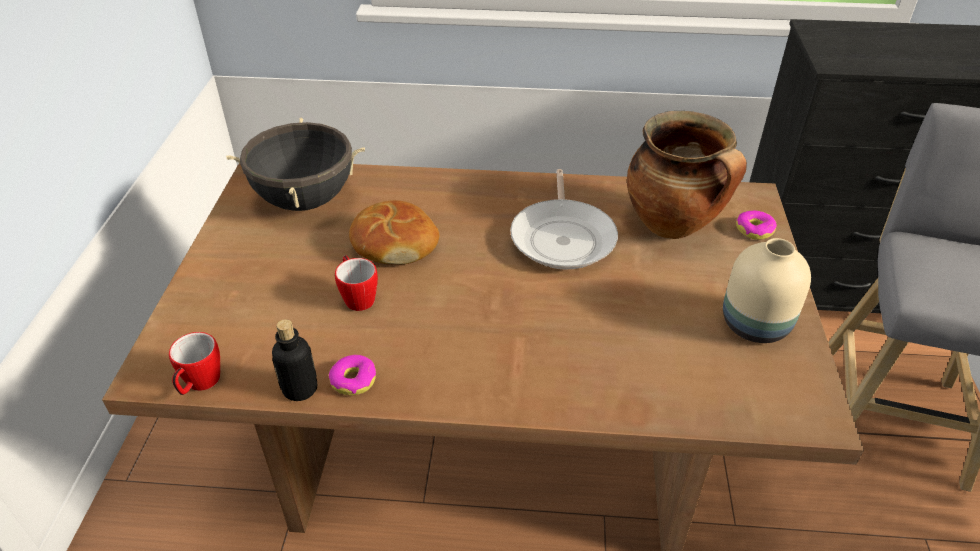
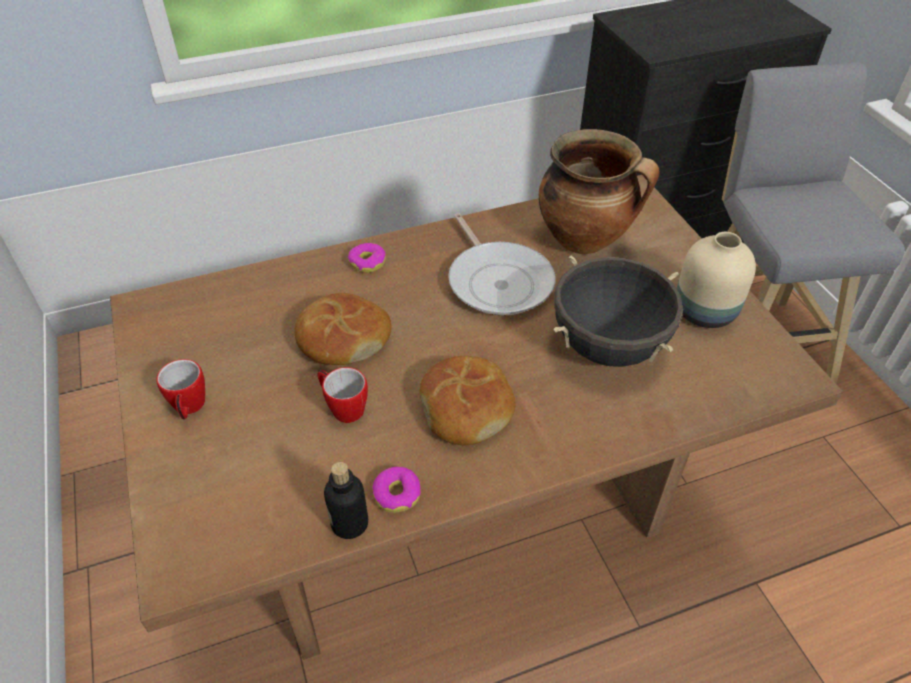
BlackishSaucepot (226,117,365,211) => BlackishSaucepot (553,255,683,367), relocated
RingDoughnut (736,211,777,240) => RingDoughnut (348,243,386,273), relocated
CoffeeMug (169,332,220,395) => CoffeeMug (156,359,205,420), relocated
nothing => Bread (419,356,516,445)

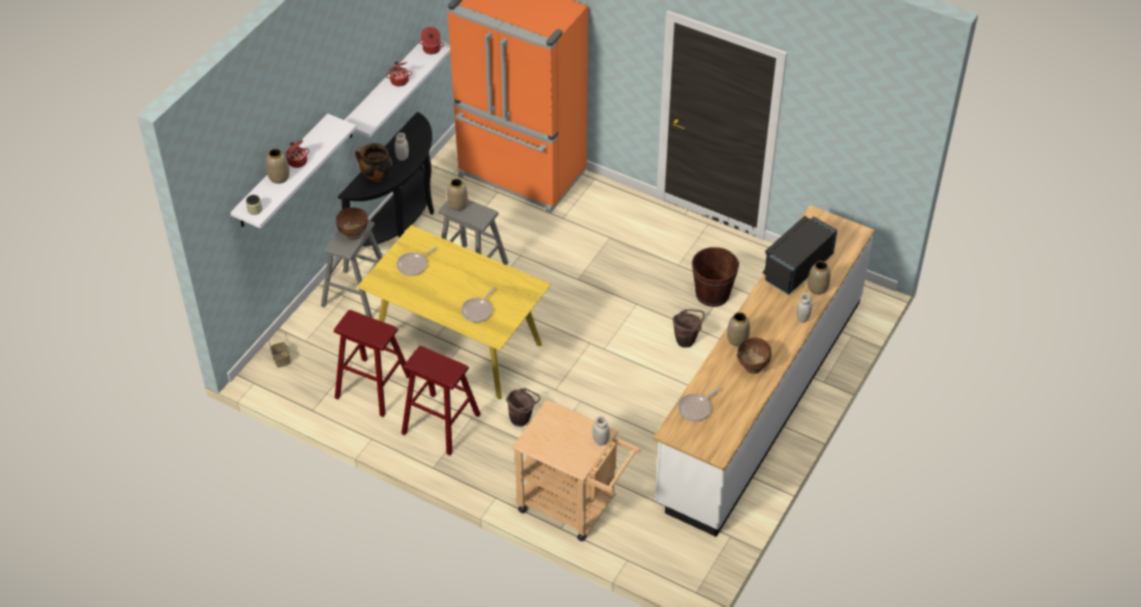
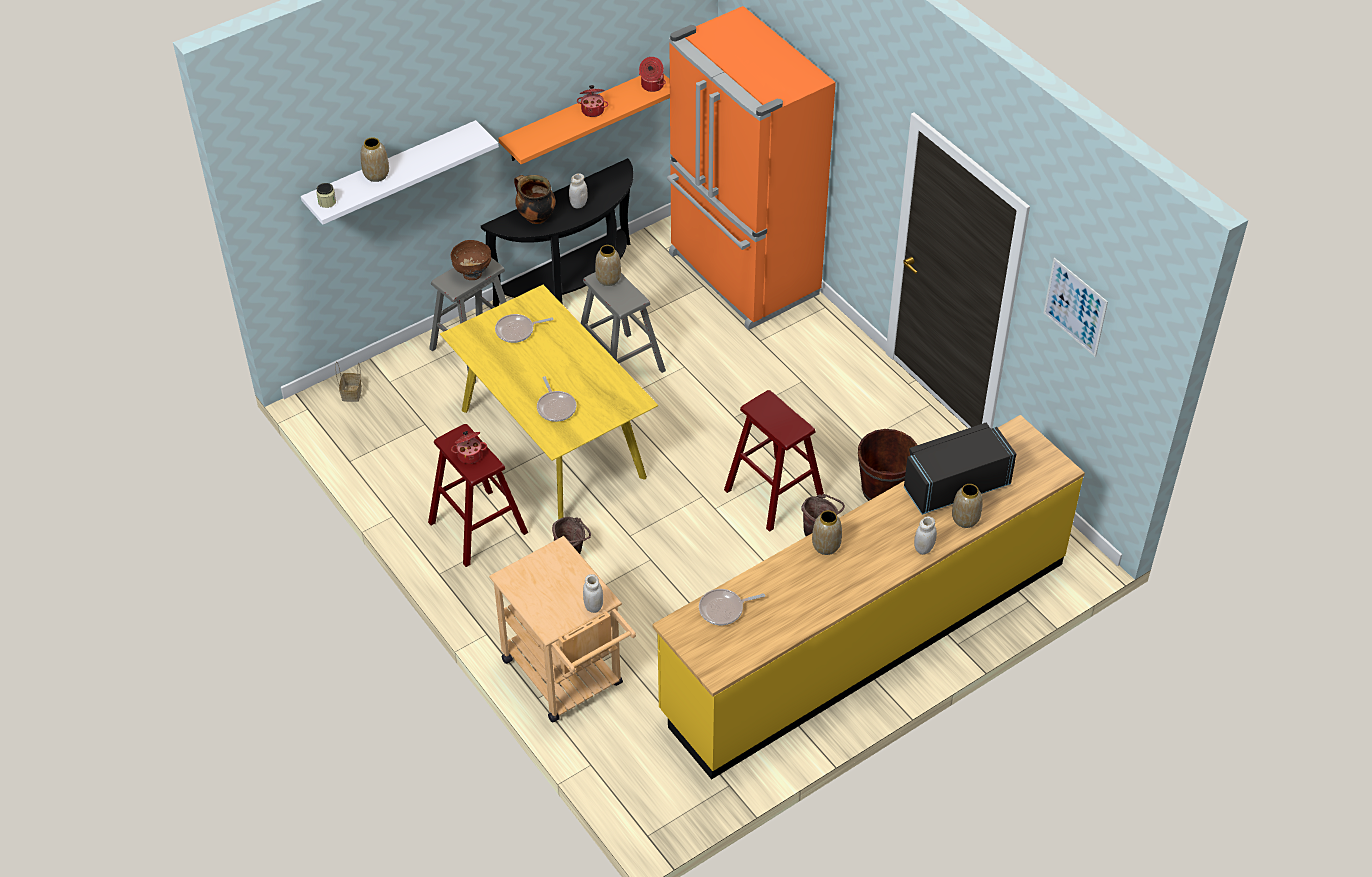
WhiteColouredBracketShelf (345,40,450,138) => OrangeBracketShelf (498,74,670,164)
Saucepot (286,140,310,168) => Saucepot (451,431,487,464), relocated
WhiteColouredCounter (654,205,875,537) => YellowishCounter (652,415,1085,780)
Skillet (461,287,495,322) => Skillet (537,376,576,422), 75 degrees counterclockwise
ReddishStool (334,310,410,417) => ReddishStool (724,390,824,532), relocated
BrownishDeepDish (737,337,771,374) => nothing
nothing => WallArt (1044,258,1108,357)

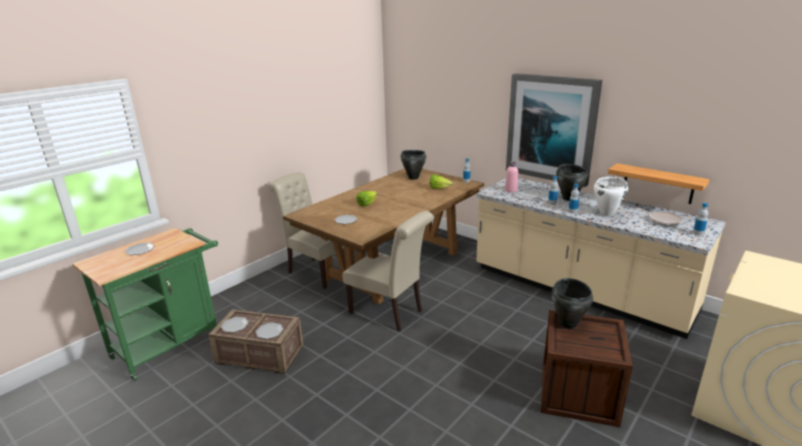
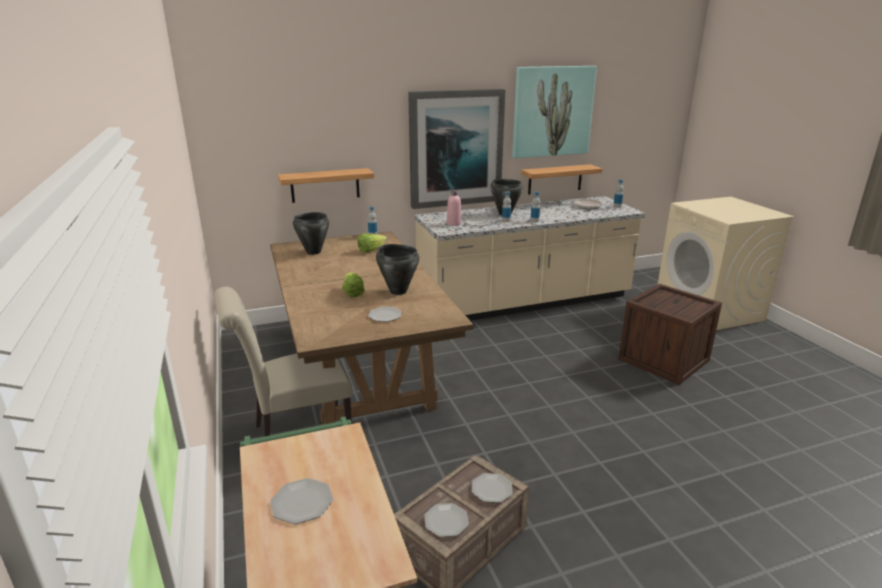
WhiteColouredSaucepot (594,176,628,216) => nothing
BeigeColouredChair (343,211,433,331) => nothing
BlackishSaucepot (551,278,593,329) => BlackishSaucepot (376,244,419,295), relocated
nothing => WallArt (512,66,597,158)
nothing => BracketShelf (278,168,374,203)

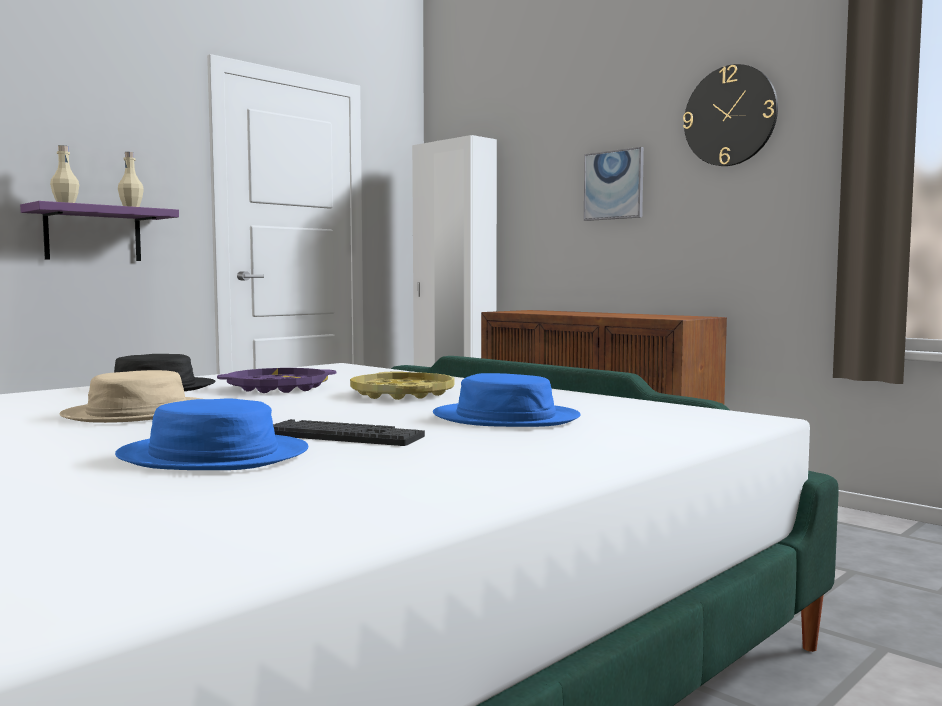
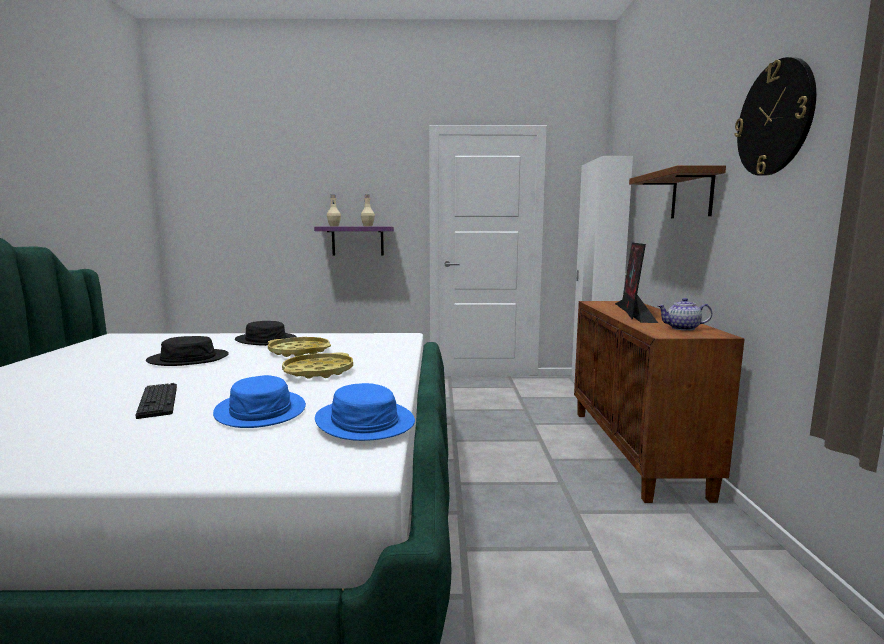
WallArt (584,147,644,221) => BrownishBracketShelf (629,165,726,218)
PurplishCarryingTray (217,368,336,393) => YellowishCarryingTray (268,337,331,357)
BeigeColouredWearableHat (59,370,202,423) => BlackishWearableHat (146,336,229,366)
BluishWearableHat (115,399,308,470) => BluishWearableHat (315,383,415,441), relocated
nothing => Monitor (615,243,658,323)
nothing => PotForTea (657,298,712,331)

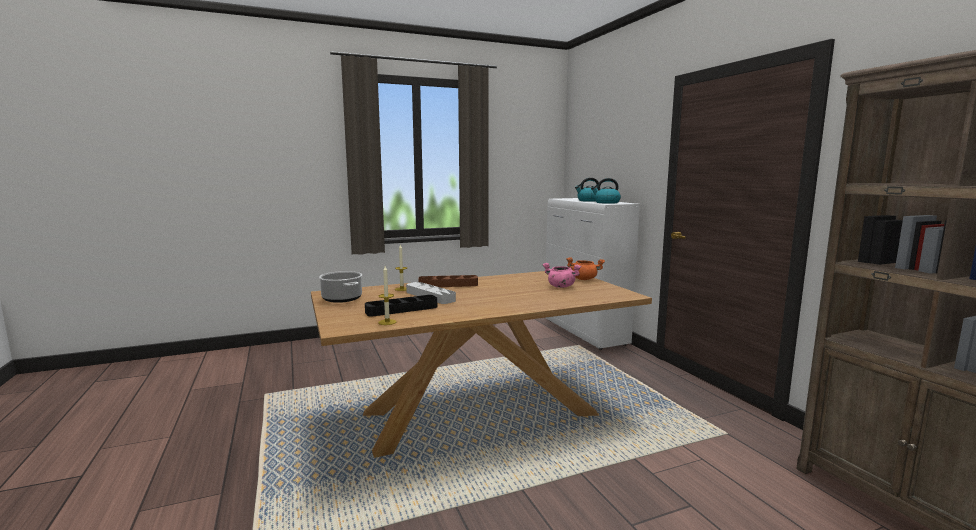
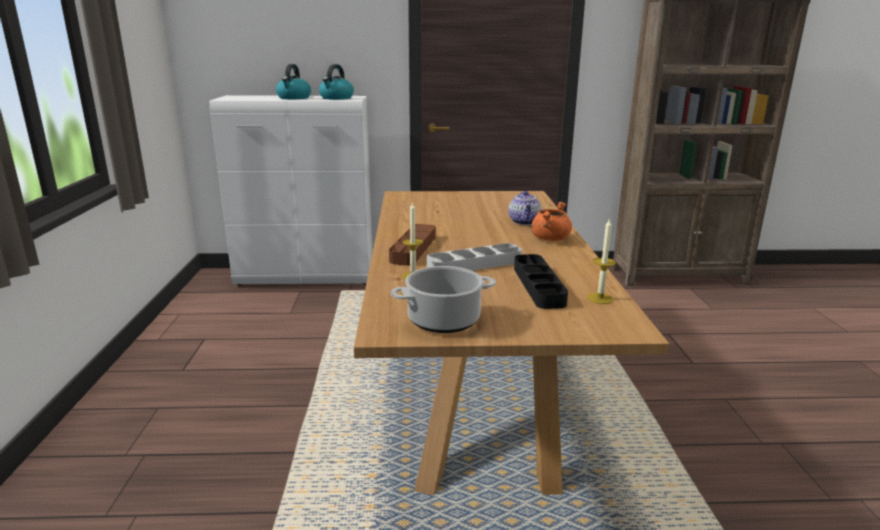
OrangeSaucepot (566,257,605,280) => OrangeSaucepot (531,202,572,241), relocated
PinkColouredSaucepot (542,263,581,288) => nothing
nothing => PotForTea (508,191,542,225)

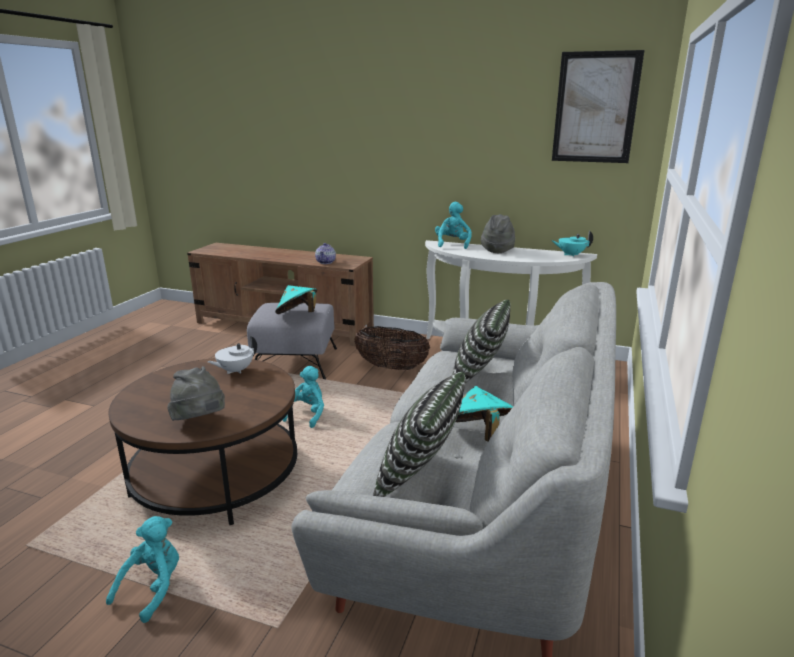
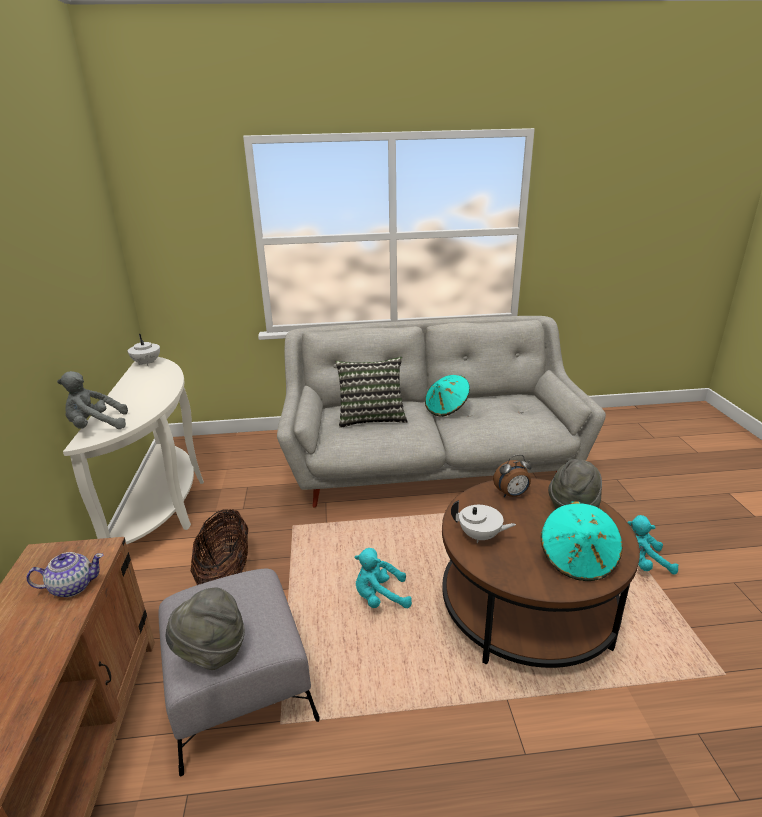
WallArt (552,50,644,163) => nothing
TurquoiseCuddlyToy (435,202,472,249) => GreyCuddlyToy (57,371,128,429)
GreyWearableHat (481,214,515,253) => GreyWearableHat (166,587,245,670), relocated
TurquoisePotForTea (552,231,593,257) => WhiteColouredPotForTea (128,334,160,366)
TurquoiseWearableHat (275,285,317,314) => TurquoiseWearableHat (541,501,622,581), relocated
ThrowPillow (373,372,465,497) => nothing
nothing => TableClock (493,455,531,497)

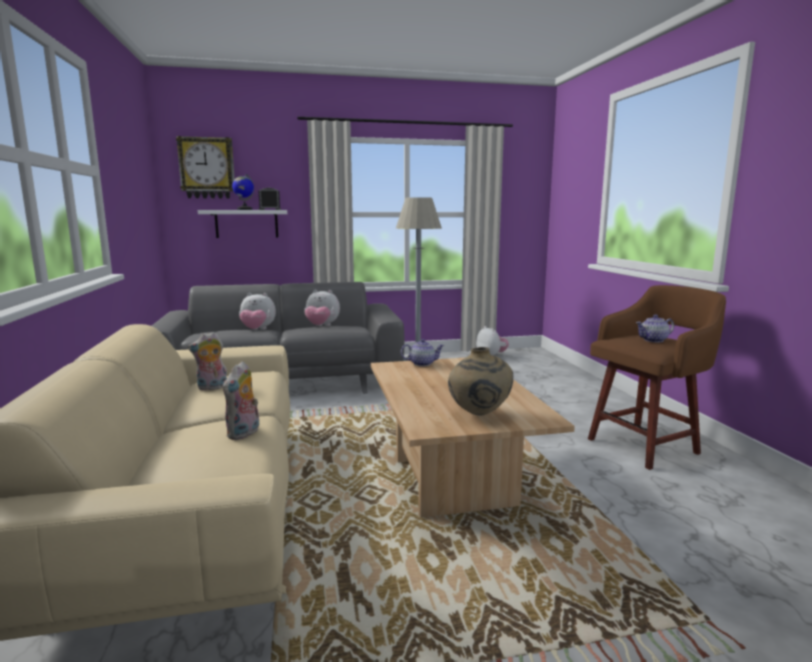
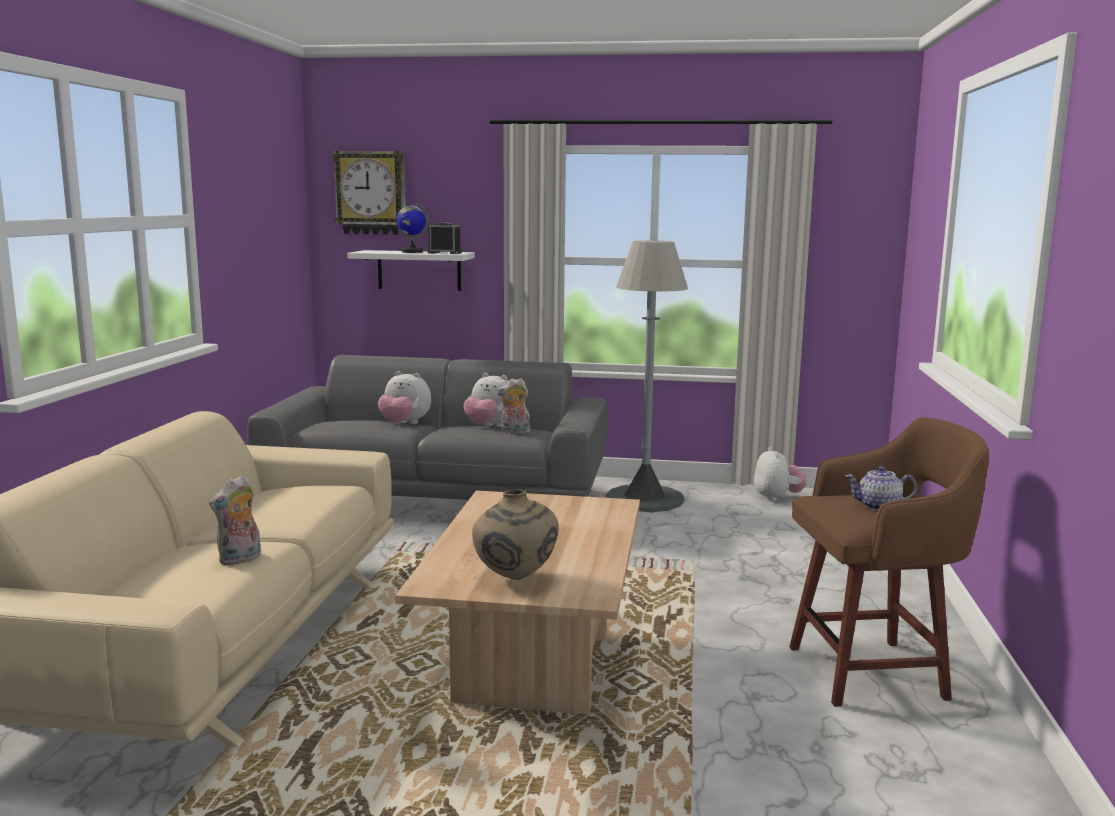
CuddlyToy (188,332,227,390) => CuddlyToy (497,378,530,434), relocated
PotForTea (401,339,444,366) => nothing

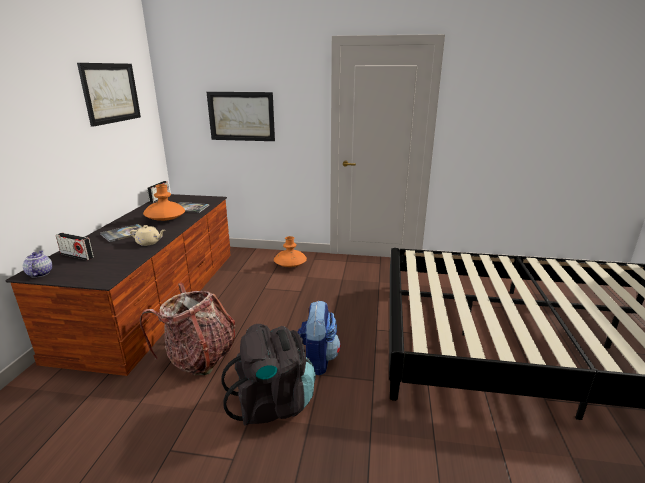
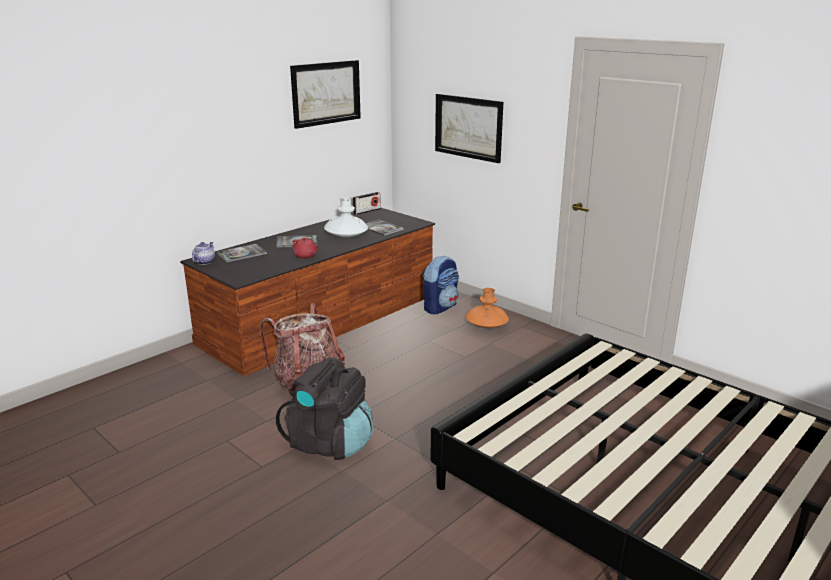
OrangeFlowerVase (143,184,185,221) => WhiteColouredFlowerVase (324,197,368,237)
BeigeColouredPotForTea (130,225,165,246) => ReddishPotForTea (292,237,319,259)
RadioSet (56,233,94,260) => Book (217,244,267,263)
Backpack (298,301,340,375) => Backpack (422,256,459,314), relocated

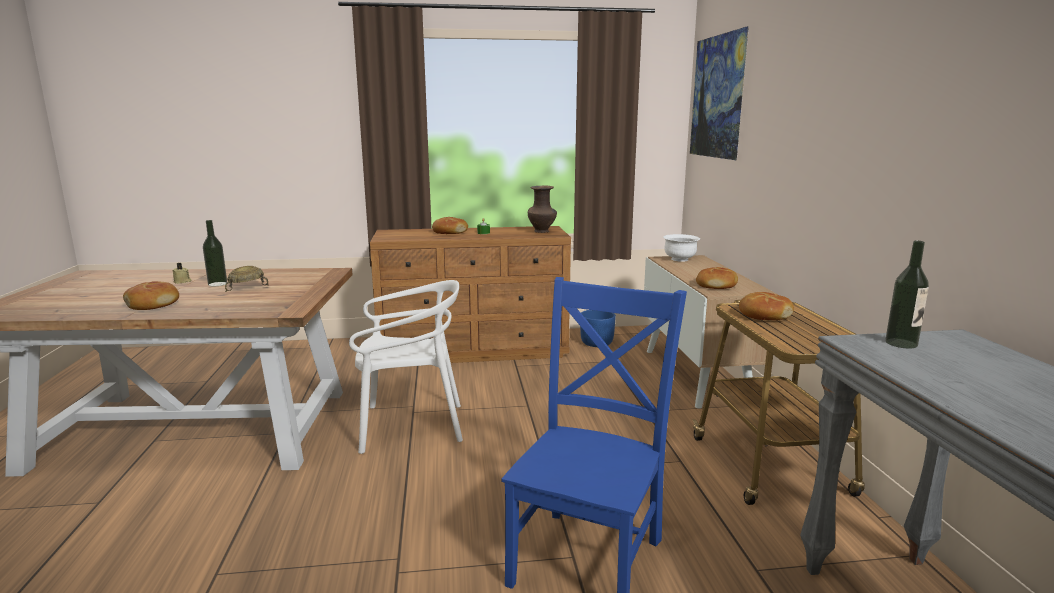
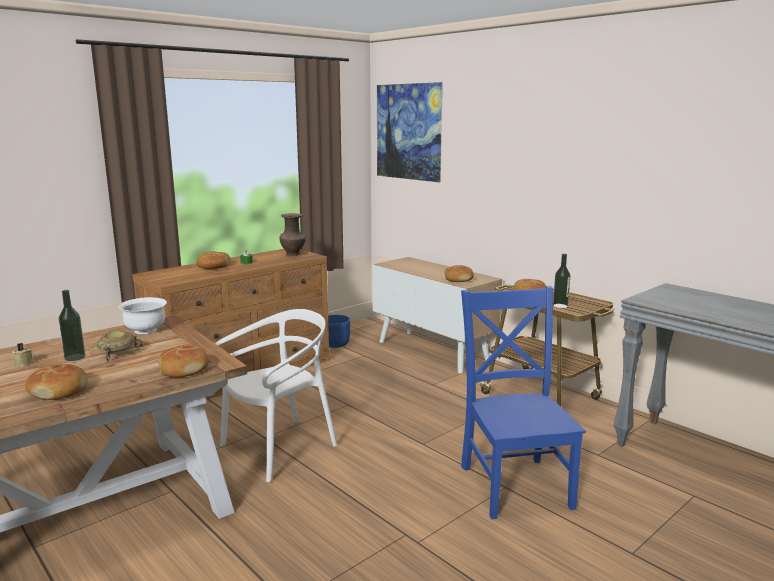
WhiteColouredDeepDish (663,234,700,262) => WhiteColouredDeepDish (119,297,167,334), relocated
Bottle (885,241,929,349) => Bottle (553,254,570,308), relocated
nothing => Bread (158,345,209,378)

